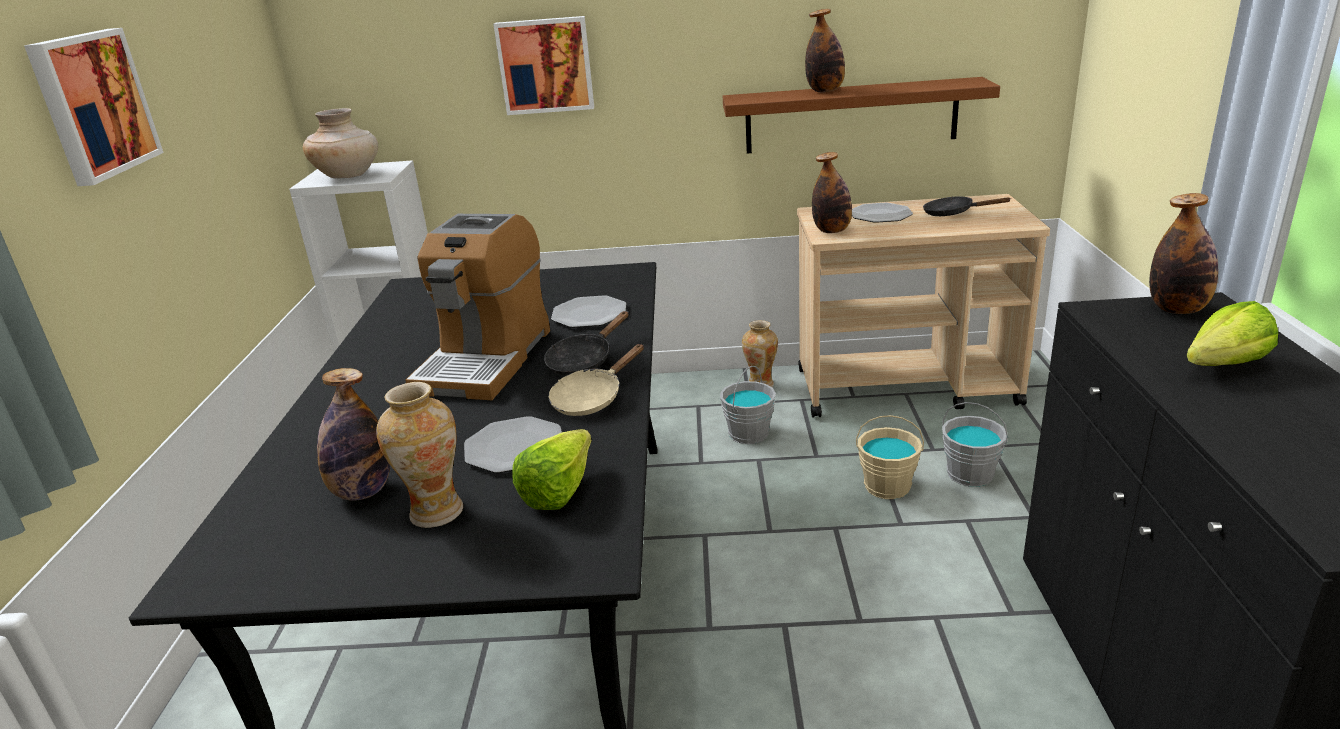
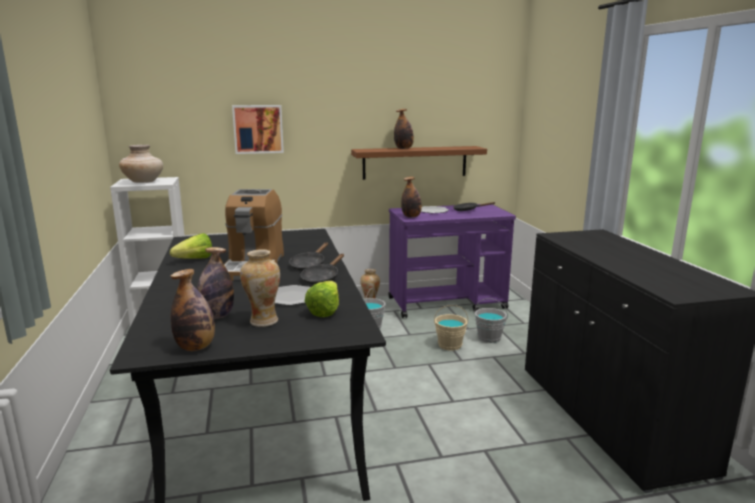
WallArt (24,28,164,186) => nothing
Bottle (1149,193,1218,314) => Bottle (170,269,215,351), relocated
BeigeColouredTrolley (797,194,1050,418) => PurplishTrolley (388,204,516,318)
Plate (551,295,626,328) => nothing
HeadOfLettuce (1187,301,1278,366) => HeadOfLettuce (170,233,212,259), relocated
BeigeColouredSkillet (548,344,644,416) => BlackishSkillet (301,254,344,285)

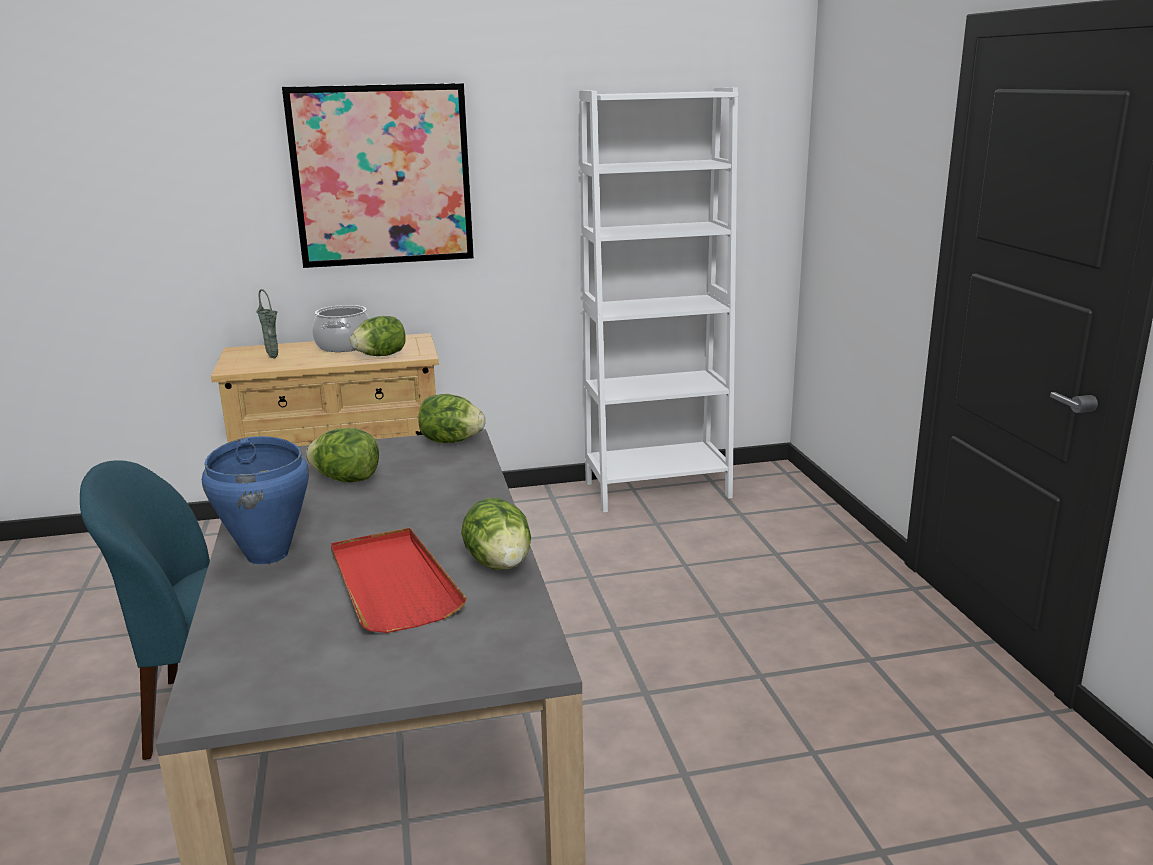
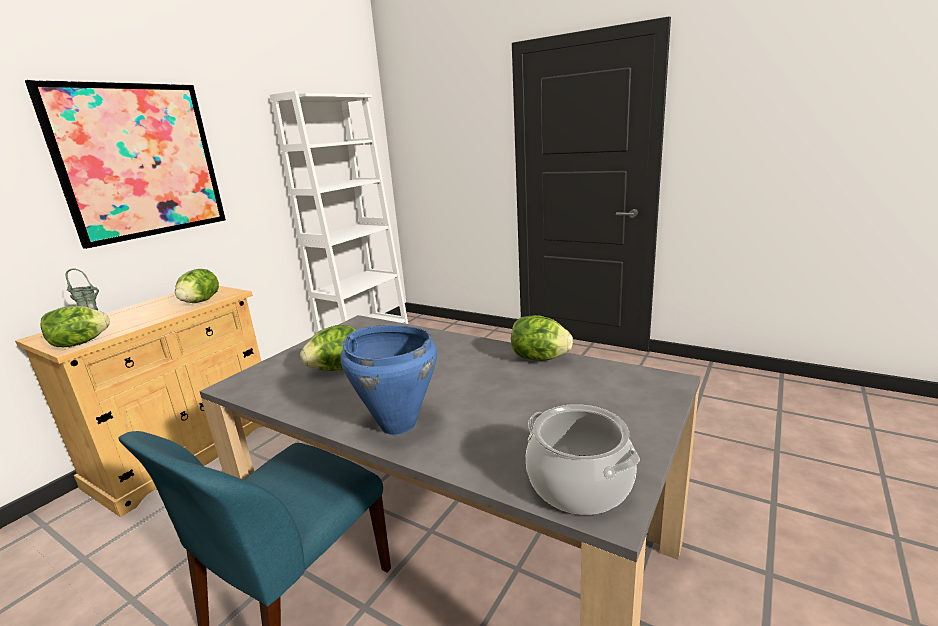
Saucepot (312,305,370,352) => Saucepot (526,404,640,515), relocated
HeadOfLettuce (418,394,485,443) => HeadOfLettuce (41,306,110,347), relocated
ReddishCarryingTray (331,527,467,633) => nothing

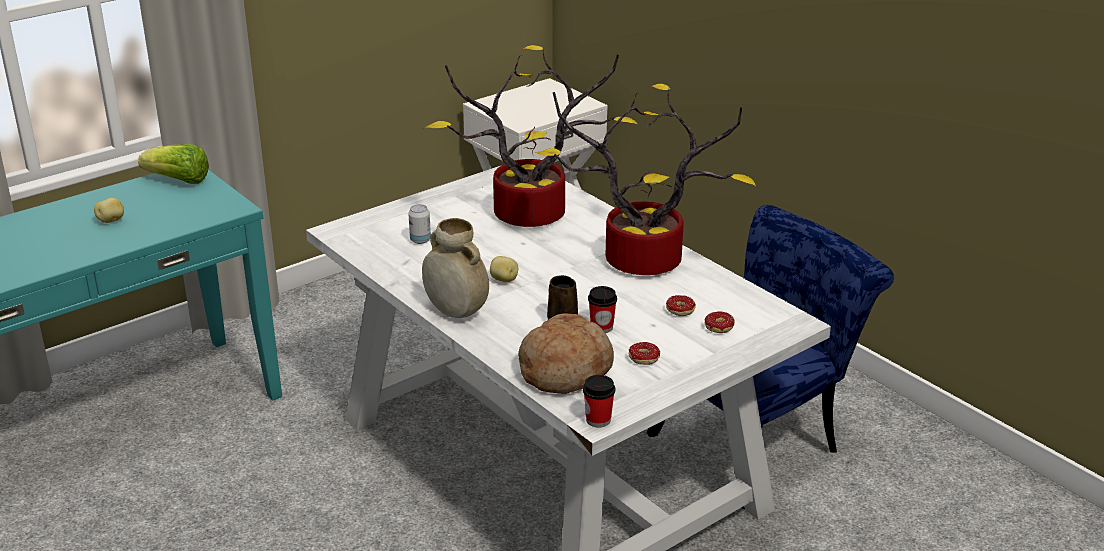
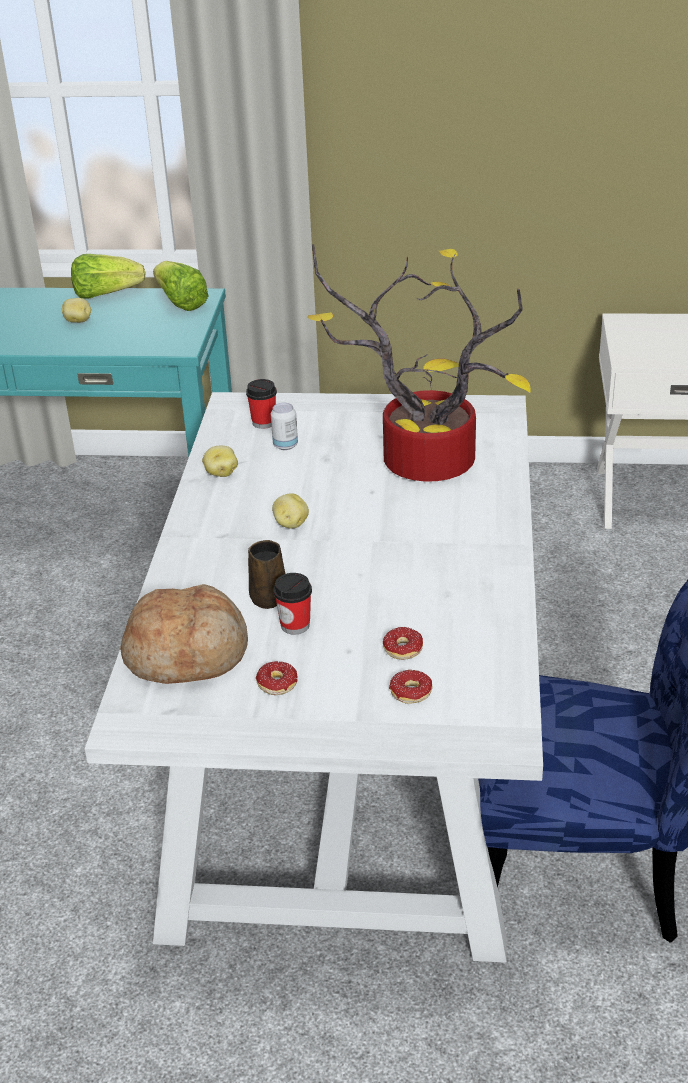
Houseplant (536,84,756,275) => nothing
BeigeColouredFlowerVase (422,218,489,318) => nothing
DrinkingCup (583,375,615,427) => DrinkingCup (246,379,277,429), relocated
nothing => HeadOfLettuce (71,254,146,299)
nothing => Potato (202,446,238,477)

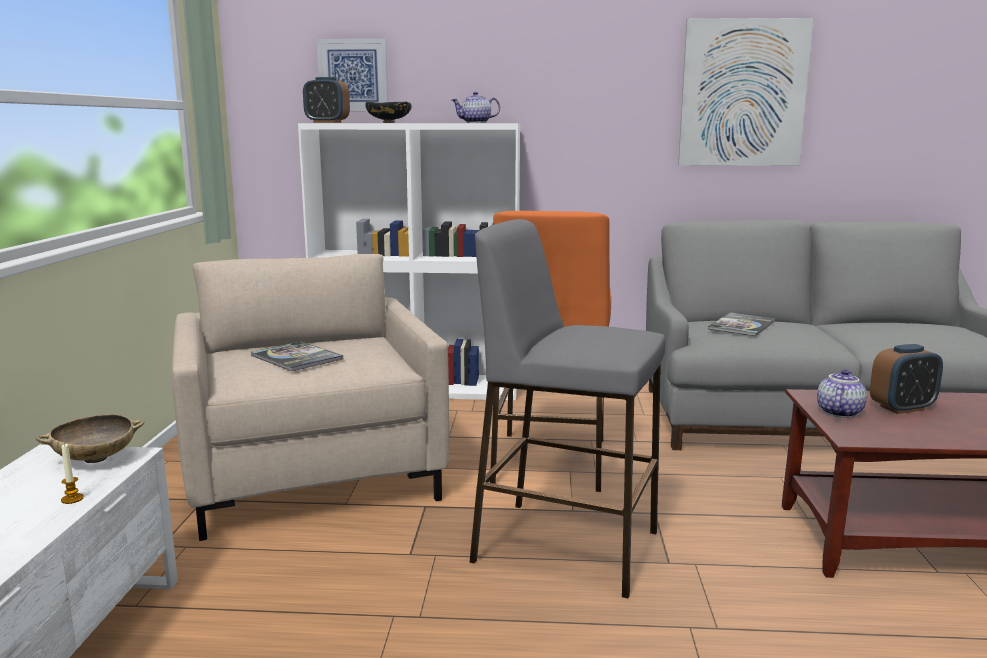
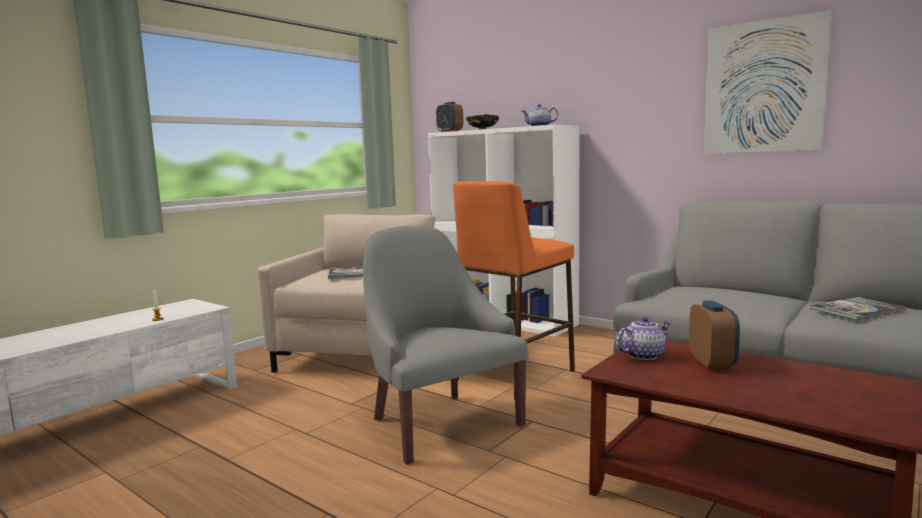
WallArt (316,39,388,111) => nothing
GreyStool (470,219,665,598) => GreyLoungeChair (363,226,529,465)
Book (708,312,776,336) => Book (810,297,906,320), relocated
TableClock (870,344,943,414) => TableClock (689,300,740,369), 105 degrees counterclockwise
BeigeColouredDeepDish (36,414,145,463) => nothing

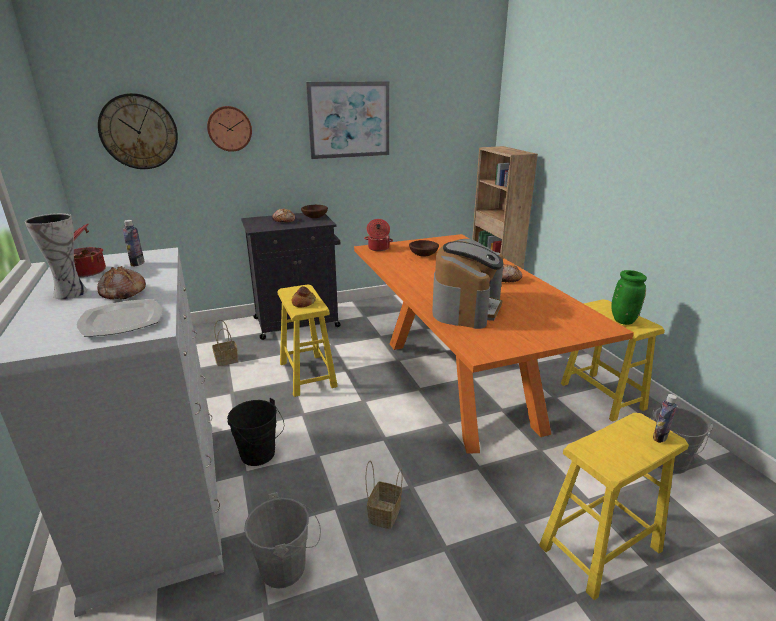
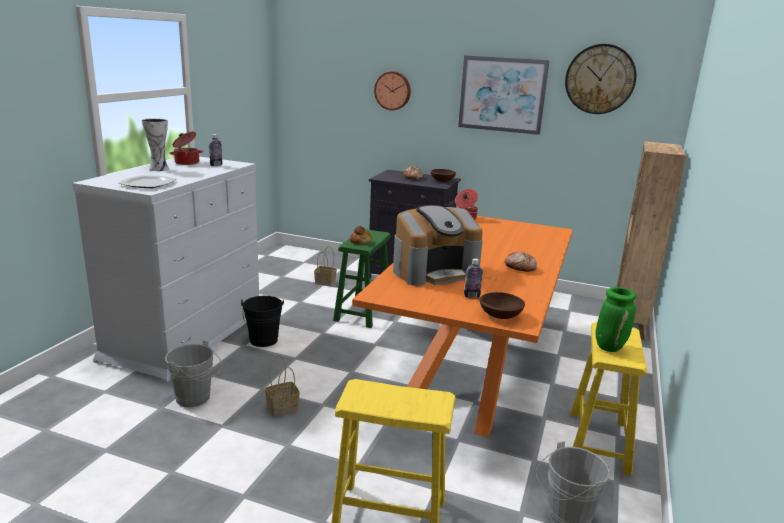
HangingClock (98,93,178,169) => HangingClock (565,44,636,114), relocated
BrownishDeepDish (409,240,439,257) => BrownishDeepDish (480,292,525,319), relocated
Bread (97,266,146,299) => nothing
YellowishStool (277,284,338,397) => GreenStool (333,229,391,328)
Bottle (653,394,677,443) => Bottle (464,258,483,298), relocated

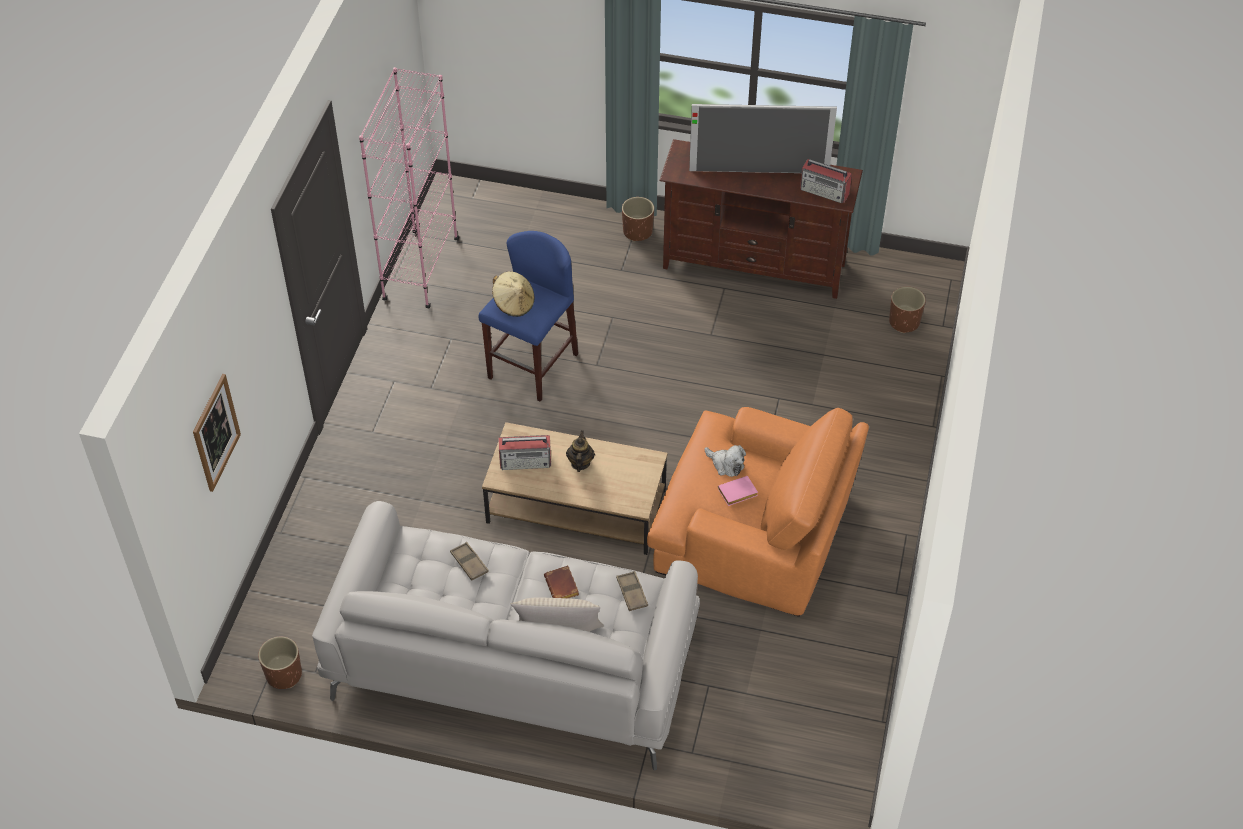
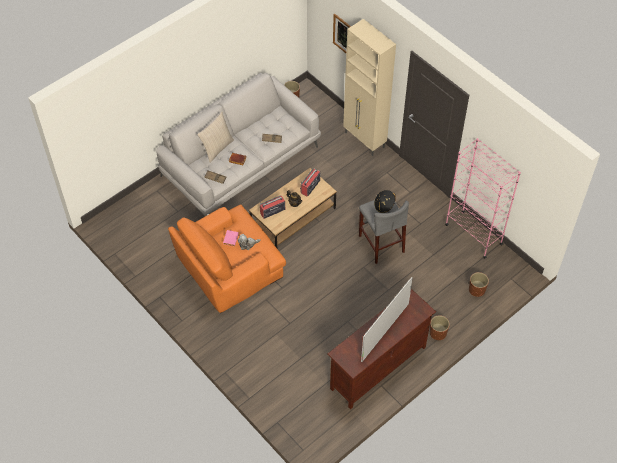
RadioSet (800,159,852,203) => RadioSet (260,195,285,219), relocated
BluishStool (479,231,578,402) => GreyStool (359,200,409,264)
BeigeColouredWearableHat (492,271,534,317) => BlackishWearableHat (374,190,396,213)
BrownishPlantPot (889,287,926,333) => BrownishPlantPot (469,272,489,297), relocated
nothing => BeigeColouredCabinet (343,19,396,156)

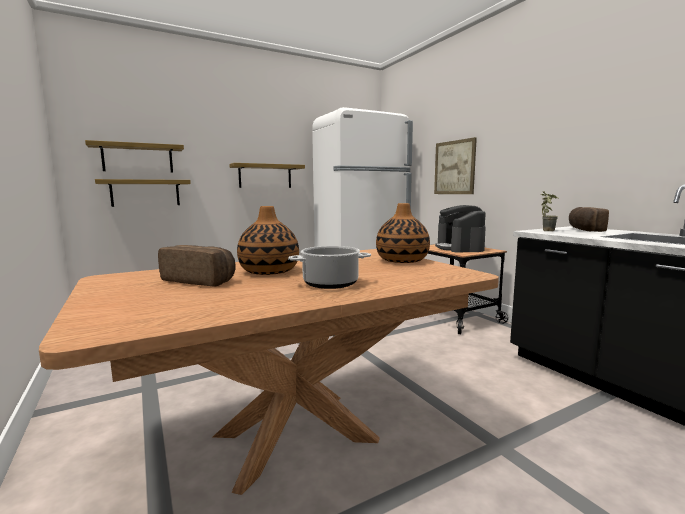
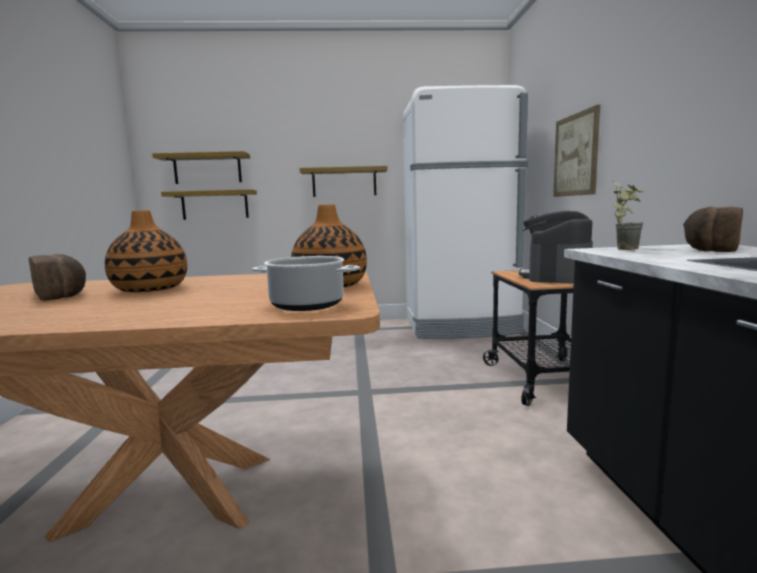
Saucepot (288,246,371,289) => Saucepot (252,256,360,311), relocated

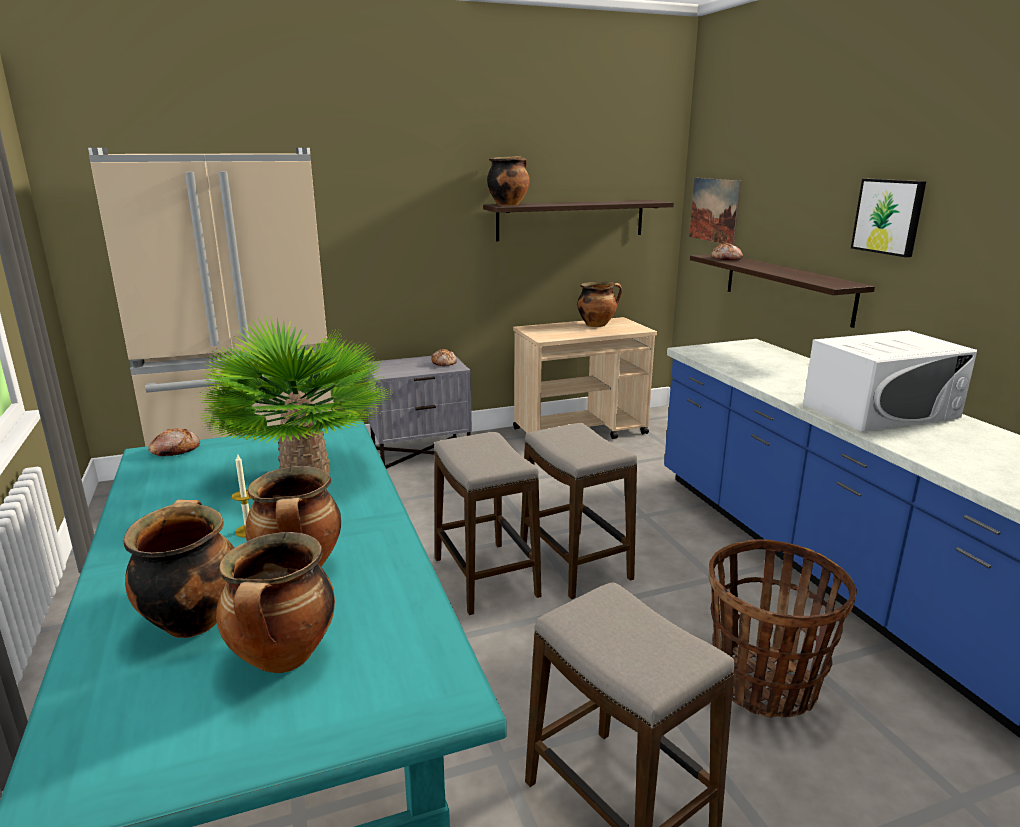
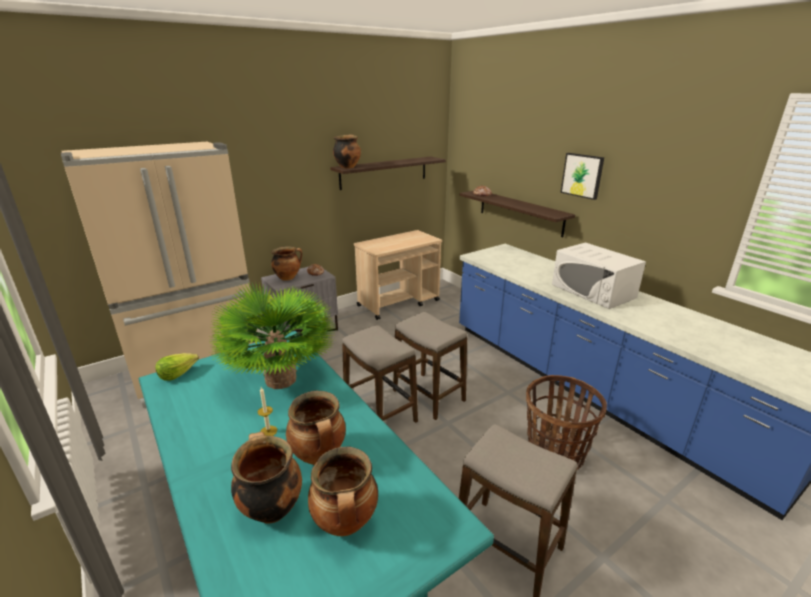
WallArt (689,178,741,245) => nothing
Saucepot (577,281,622,327) => Saucepot (271,246,302,281), relocated
WhiteColouredMicrowaveOven (803,331,977,432) => WhiteColouredMicrowaveOven (552,242,646,309), 90 degrees clockwise
Bread (148,428,200,457) => HeadOfLettuce (155,353,199,381)

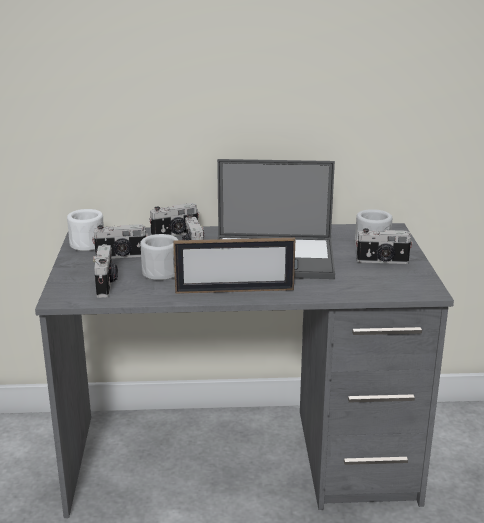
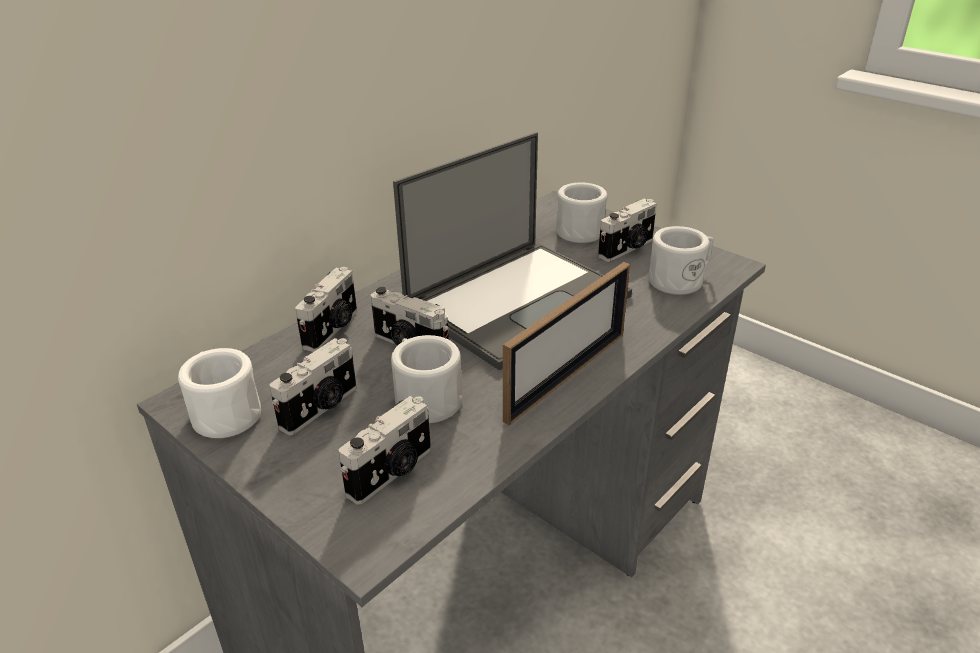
PhotoCamera (93,244,118,298) => PhotoCamera (339,396,431,505), 90 degrees clockwise
nothing => WhiteColouredCoffeeMug (648,226,713,295)

